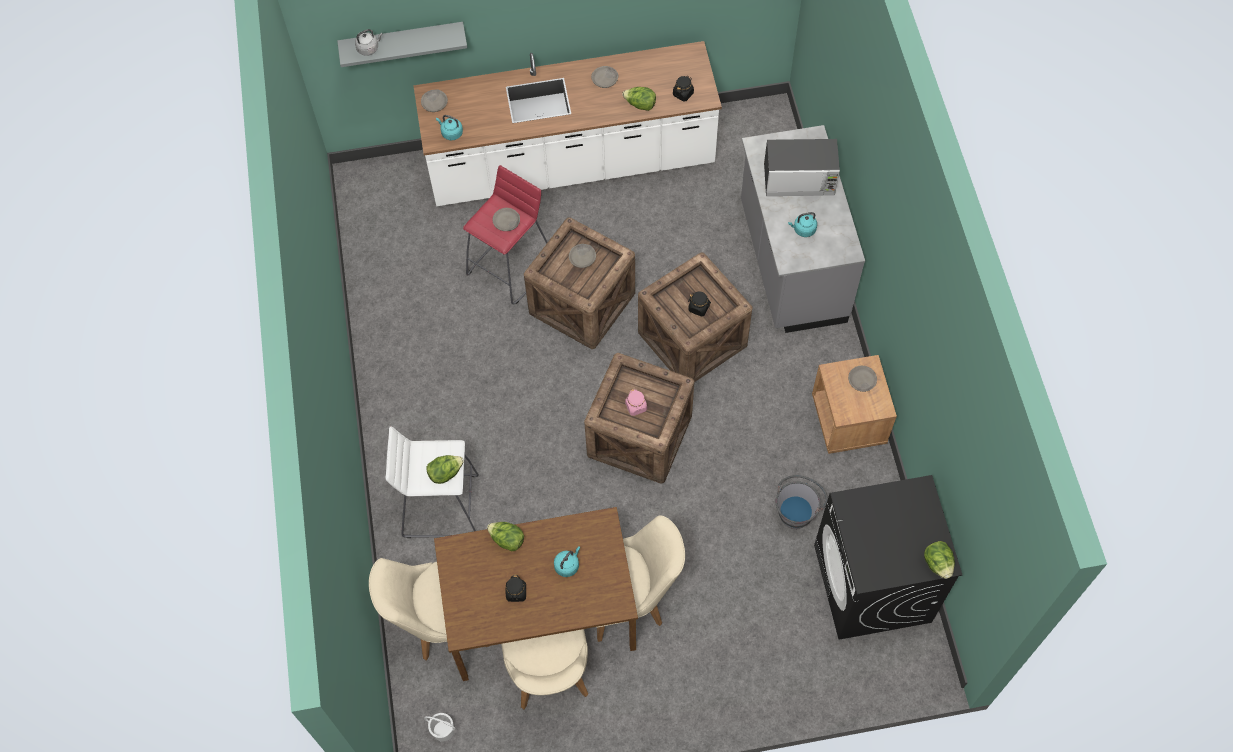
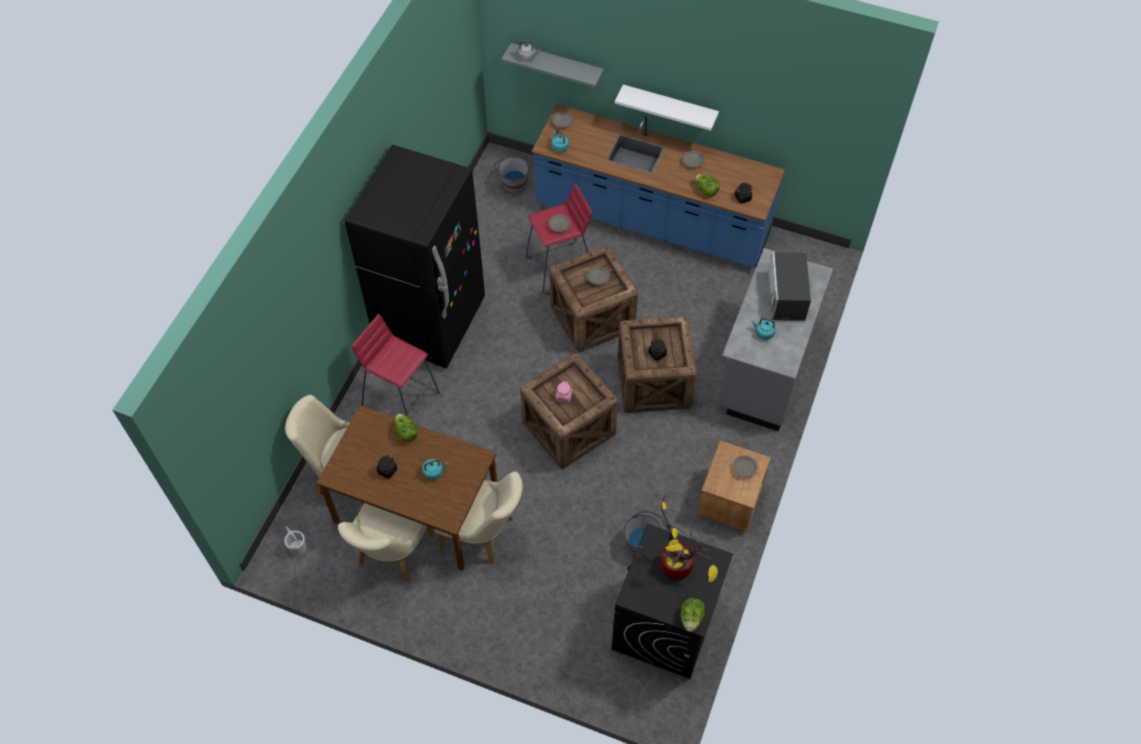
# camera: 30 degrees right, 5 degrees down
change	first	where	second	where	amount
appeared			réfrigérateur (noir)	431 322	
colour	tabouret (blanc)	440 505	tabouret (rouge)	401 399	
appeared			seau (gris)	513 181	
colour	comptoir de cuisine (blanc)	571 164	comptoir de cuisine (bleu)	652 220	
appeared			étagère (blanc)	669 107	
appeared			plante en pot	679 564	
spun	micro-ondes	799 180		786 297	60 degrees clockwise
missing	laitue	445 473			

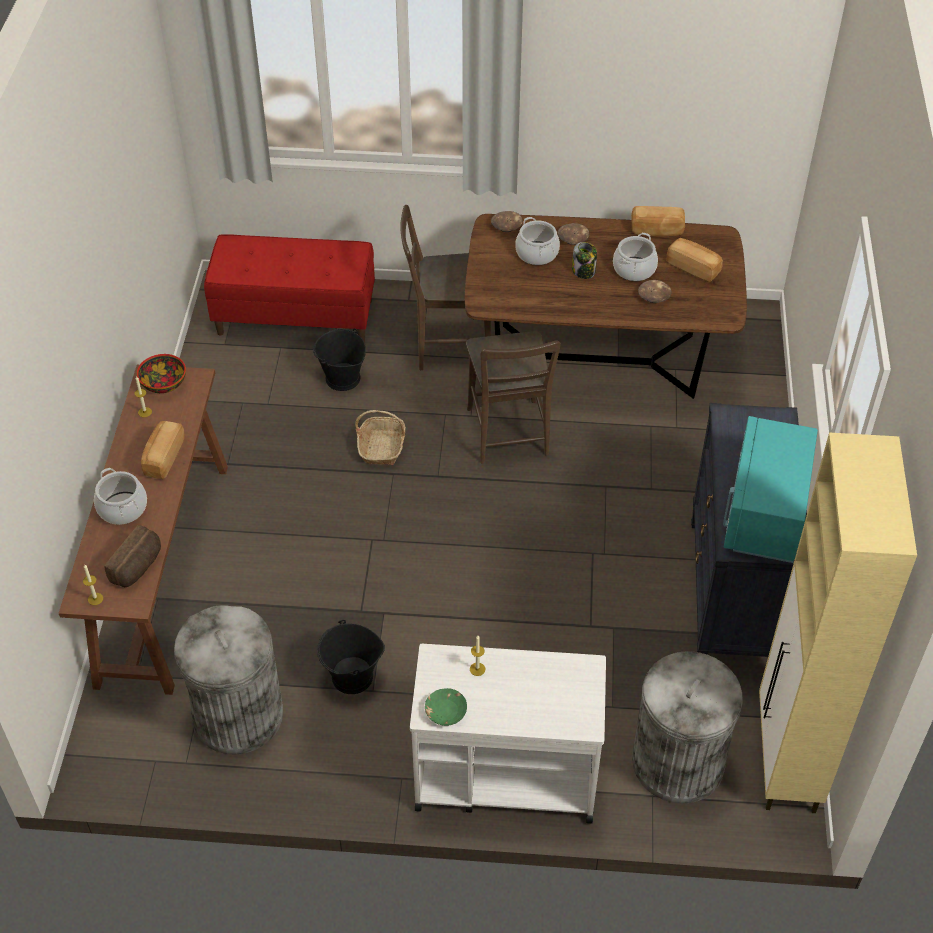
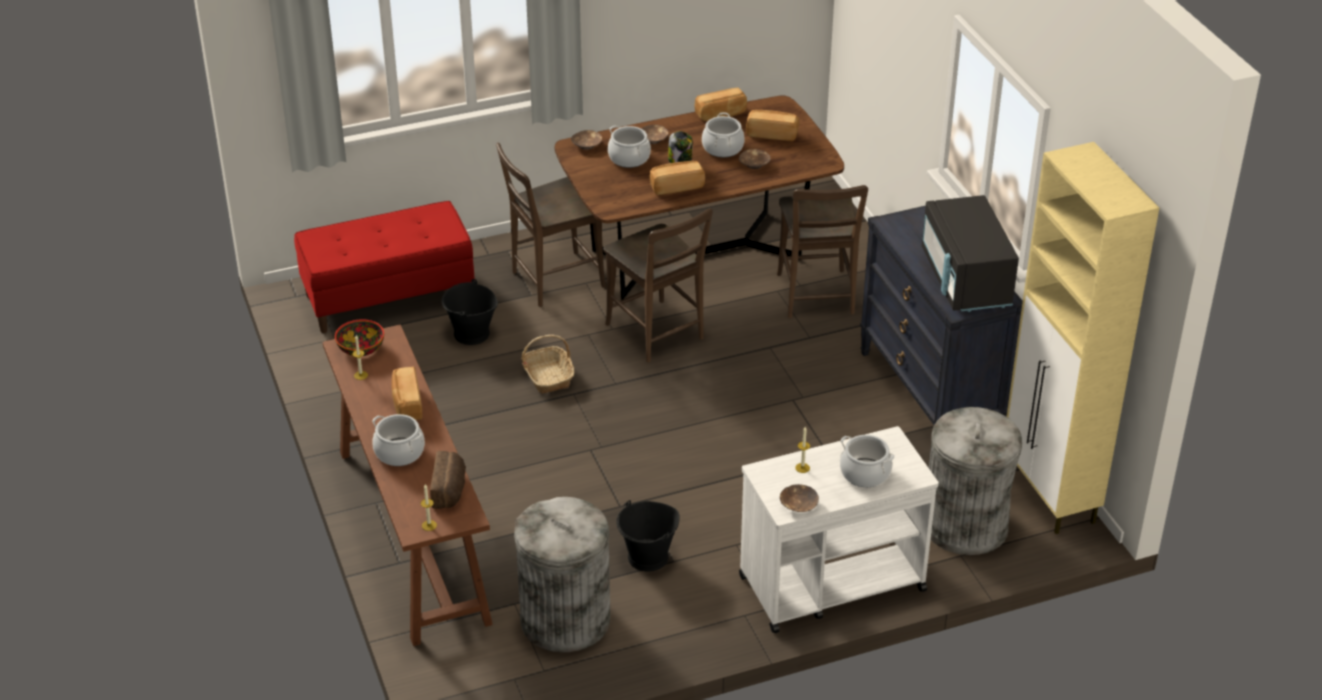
# camera: 25 degrees left, 10 degrees down
change	first	where	second	where	amount
appeared			pain	676 186	
appeared			chaise (marron)	816 297	
colour	bol (vert)	445 711	bol (marron)	798 504	
appeared			marmite	865 473	
colour	micro-ondes (turquoise)	764 513	micro-ondes (noir)	965 280	

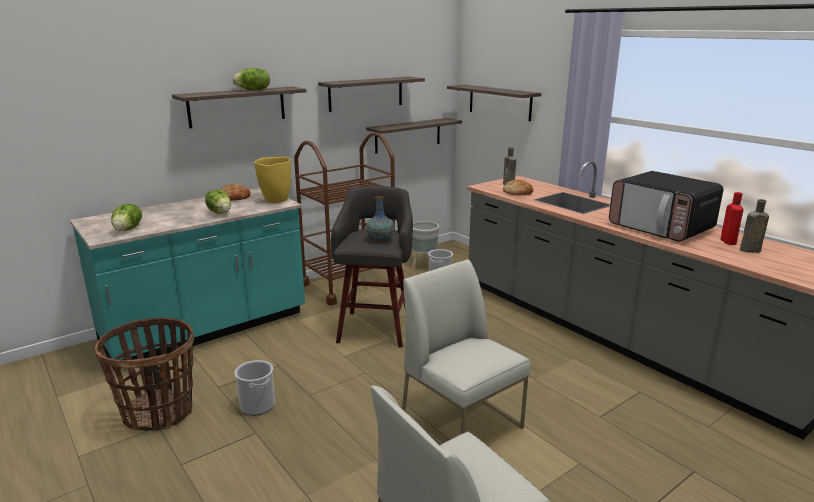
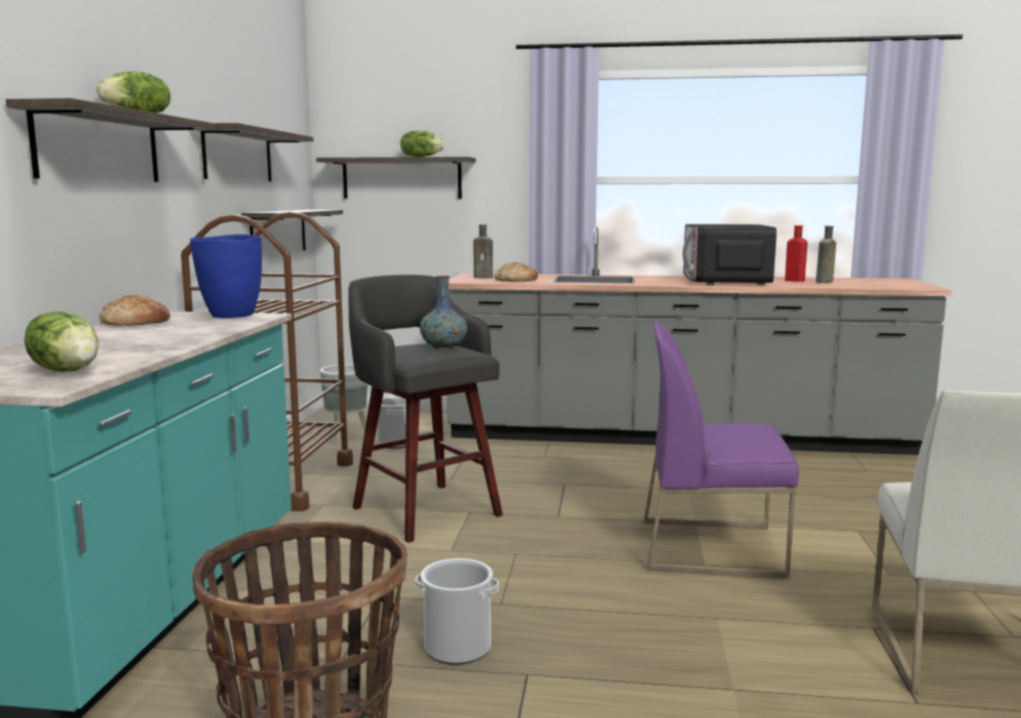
# camera: 45 degrees left, 10 degrees down
change	first	where	second	where	amount
colour	vase (jaune)	275 200	vase (bleu)	231 315	
relocated	laitue	220 212		421 157	
colour	chaise (blanc)	463 421	chaise (violet)	712 547	
spun	micro-ondes	661 228		725 281	90 degrees clockwise

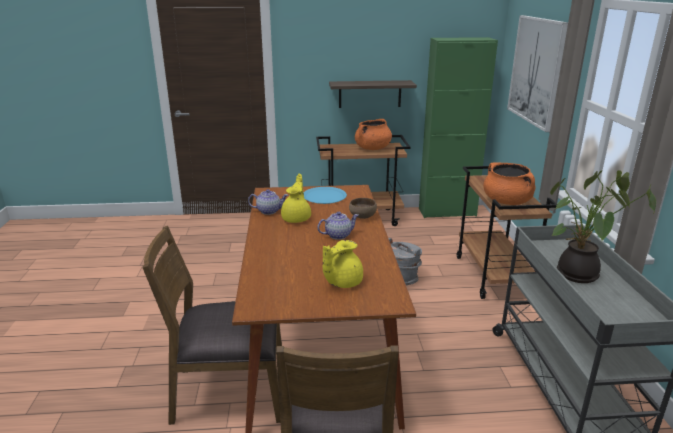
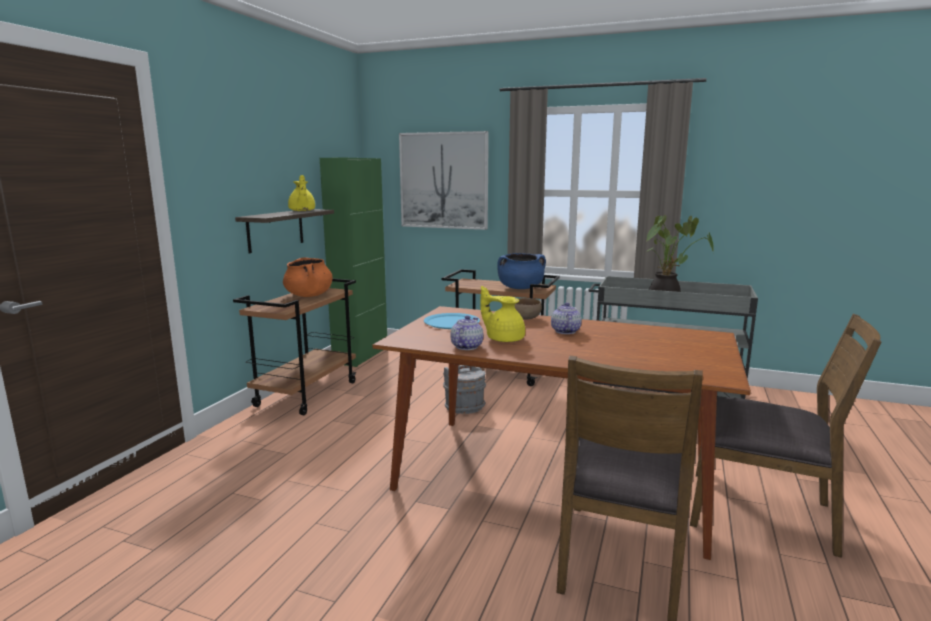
# camera: 65 degrees left, 10 degrees down
change	first	where	second	where	amount
relocated	théière (jaune)	342 282		302 211	
colour	marmite (orange)	507 201	marmite (bleu)	520 288	

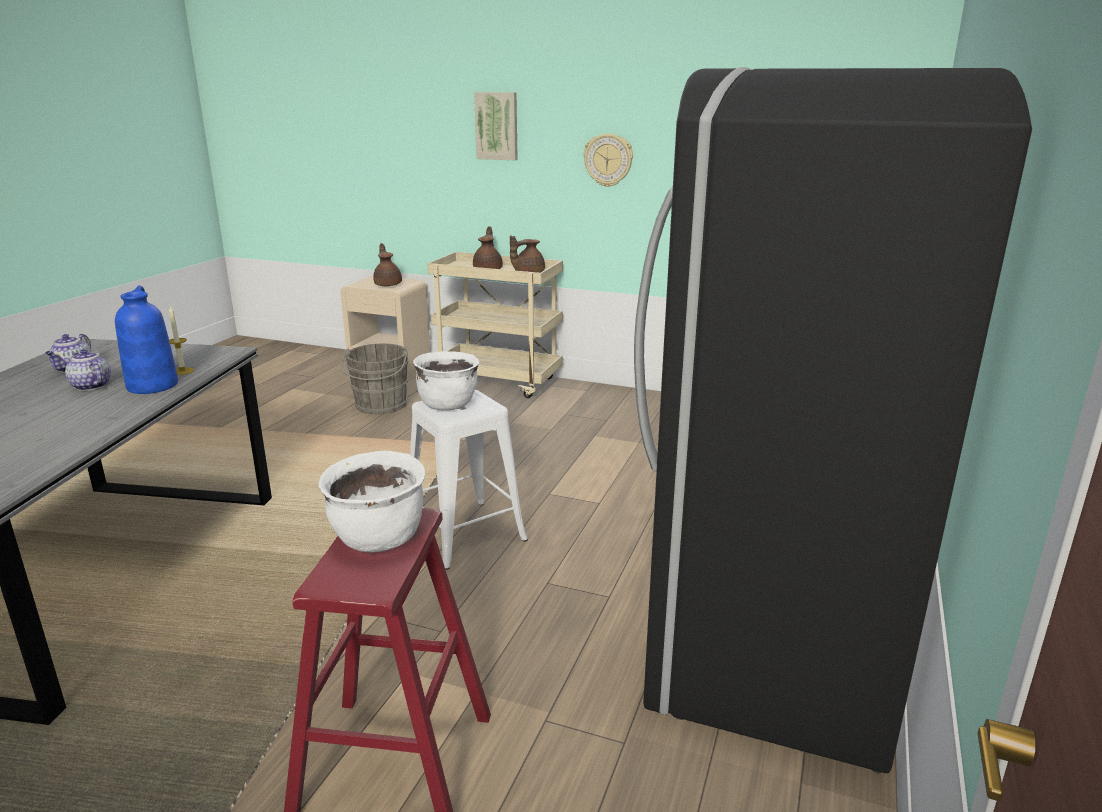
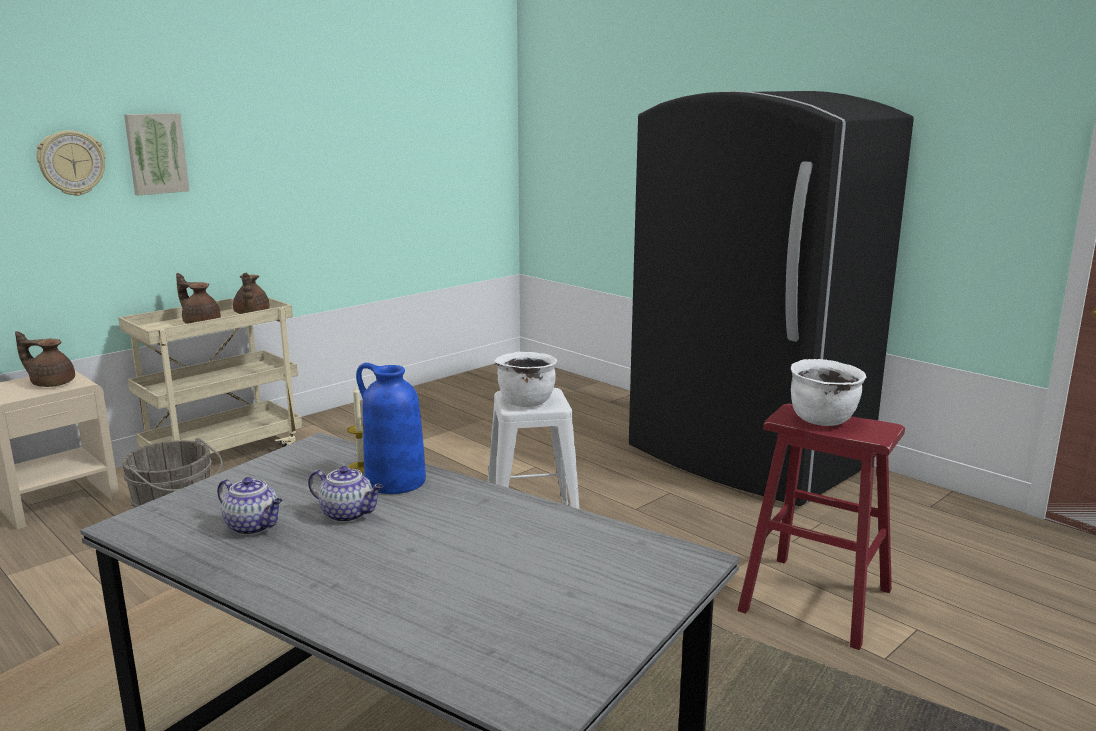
# camera: 65 degrees left, 5 degrees down
change	first	where	second	where	amount
relocated	horloge murale	608 160		71 163	
spun	théière	90 386		348 514	135 degrees counterclockwise

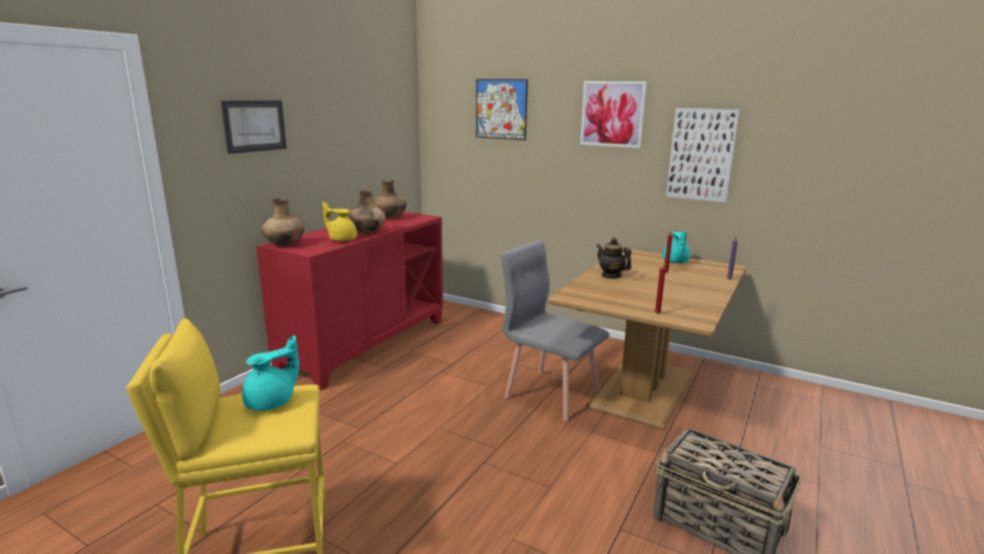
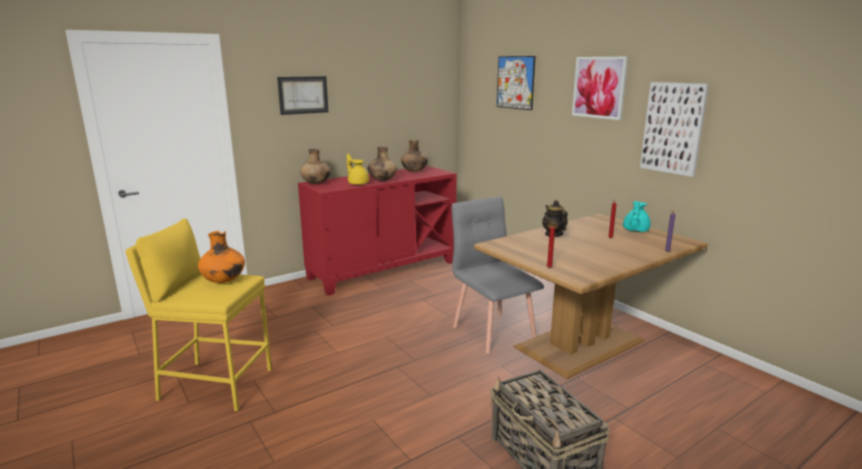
# camera: 25 degrees right, 0 degrees up
change	first	where	second	where	amount
exchanged	théière (turquoise)	272 402	vase (orange)	224 281	

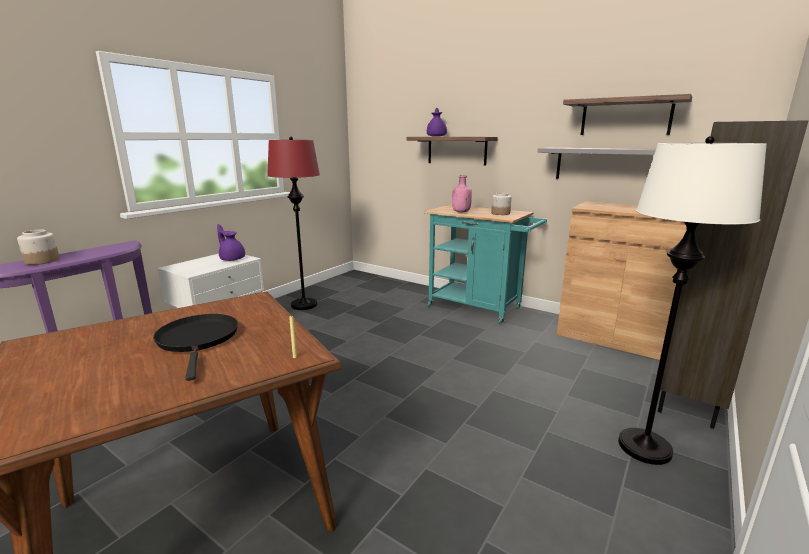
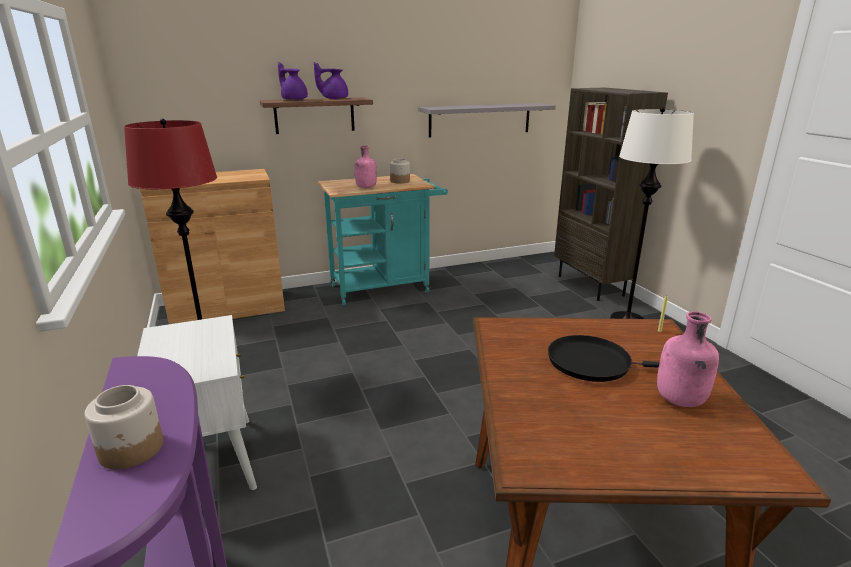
# camera: 55 degrees left, 5 degrees up
change	first	where	second	where	amount
relocated	meuble de rangement (marron)	616 338		228 308	
relocated	théière (violet)	232 259		334 99	
appeared			bouteille (rose)	680 400	
missing	étagère	625 117			

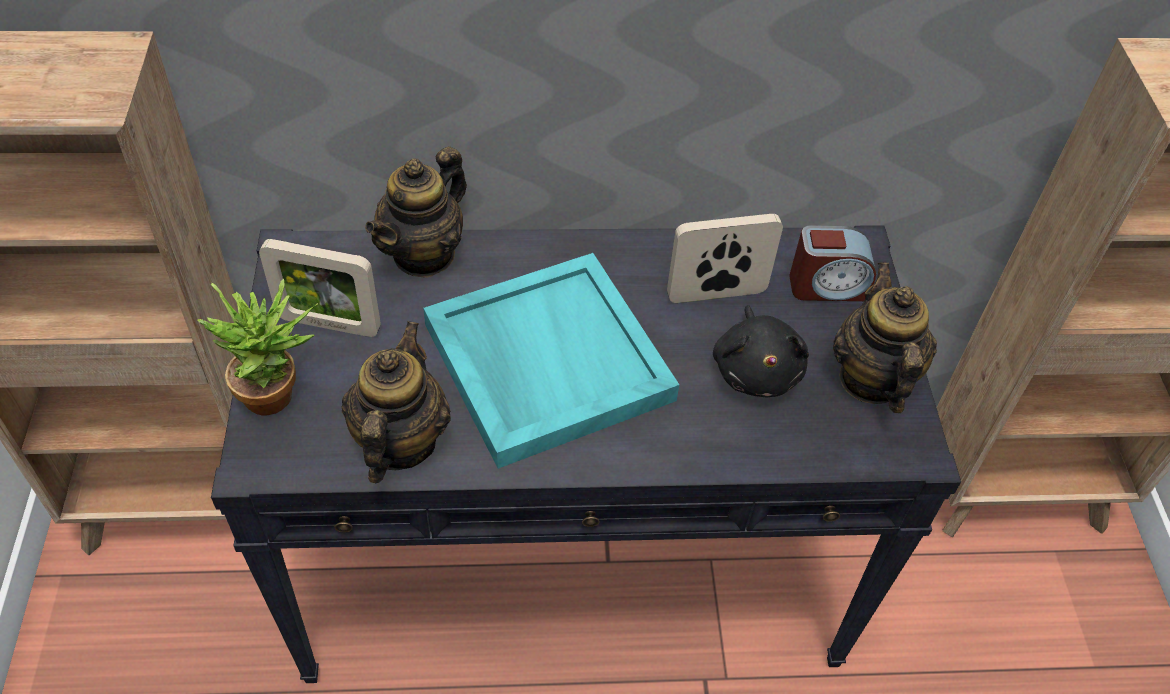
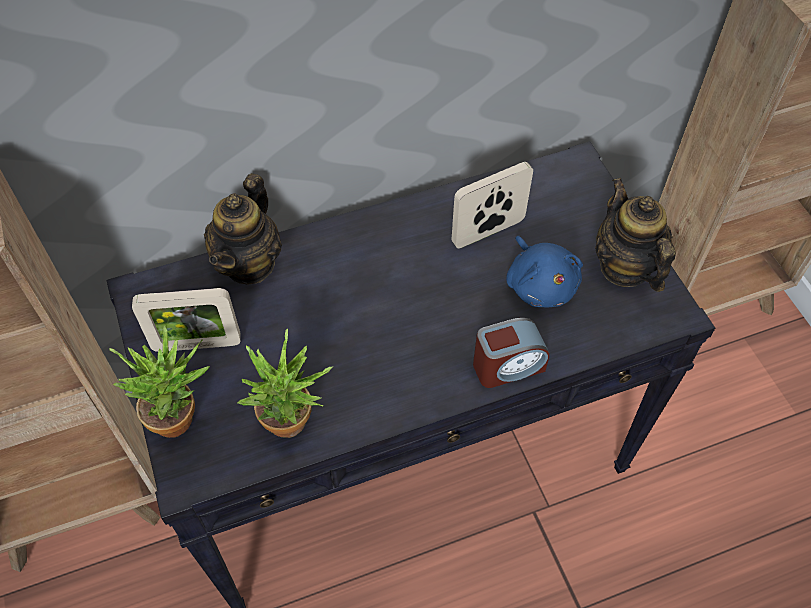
# camera: 15 degrees left, 5 degrees up
change	first	where	second	where	amount
exchanged	théière	399 442	plante en pot	293 425	
relocated	réveil	827 286		508 366	
colour	peluche (noir)	756 370	peluche (bleu)	540 284	
missing	plateau (turquoise)	545 361			

